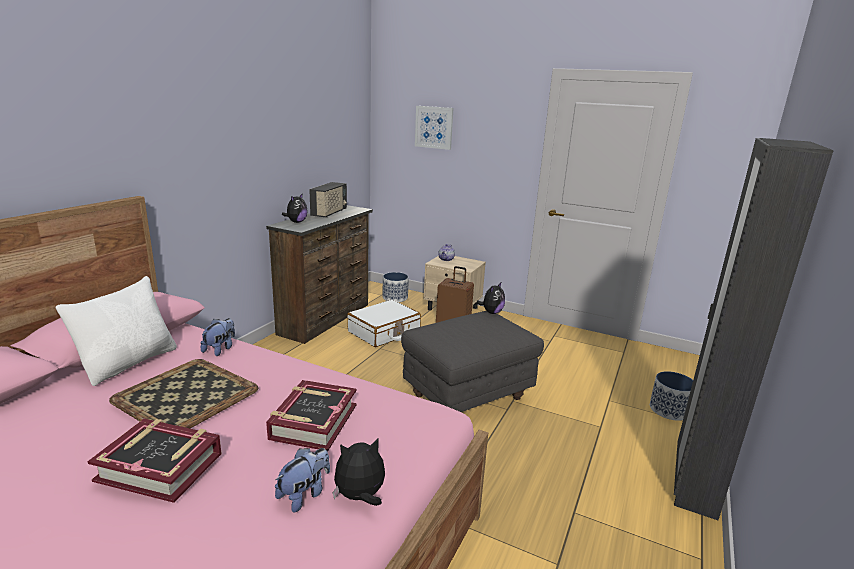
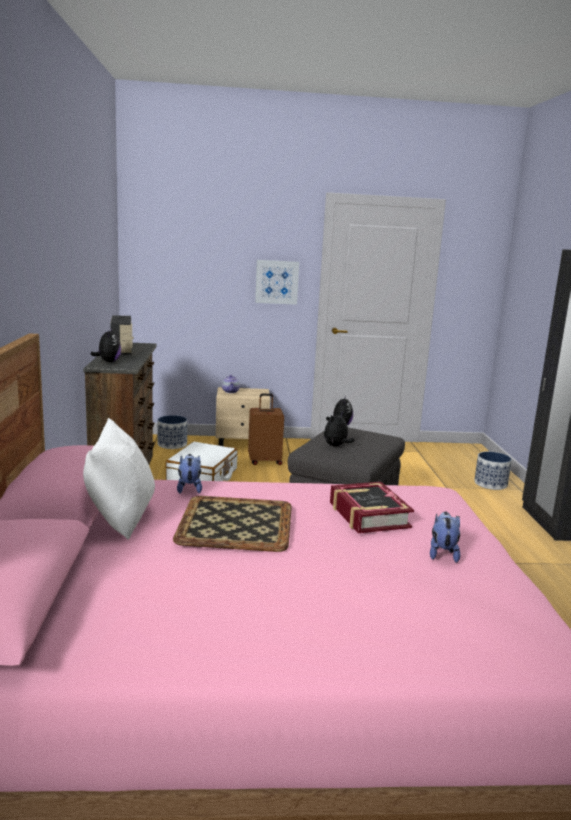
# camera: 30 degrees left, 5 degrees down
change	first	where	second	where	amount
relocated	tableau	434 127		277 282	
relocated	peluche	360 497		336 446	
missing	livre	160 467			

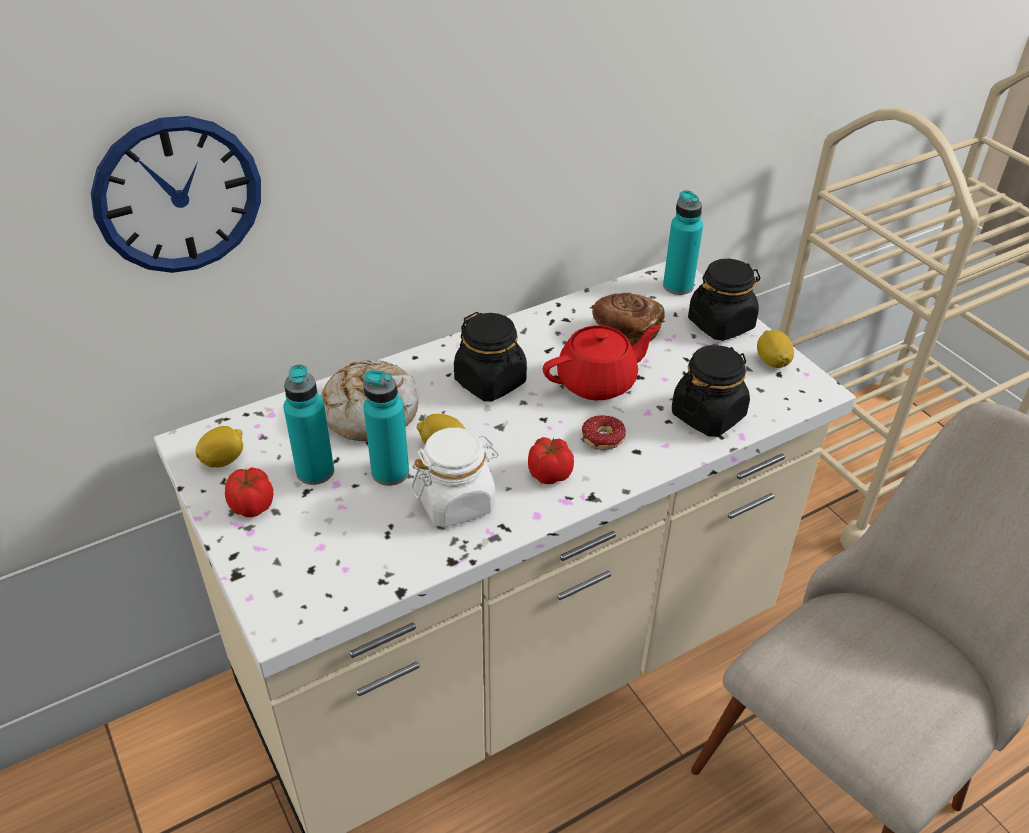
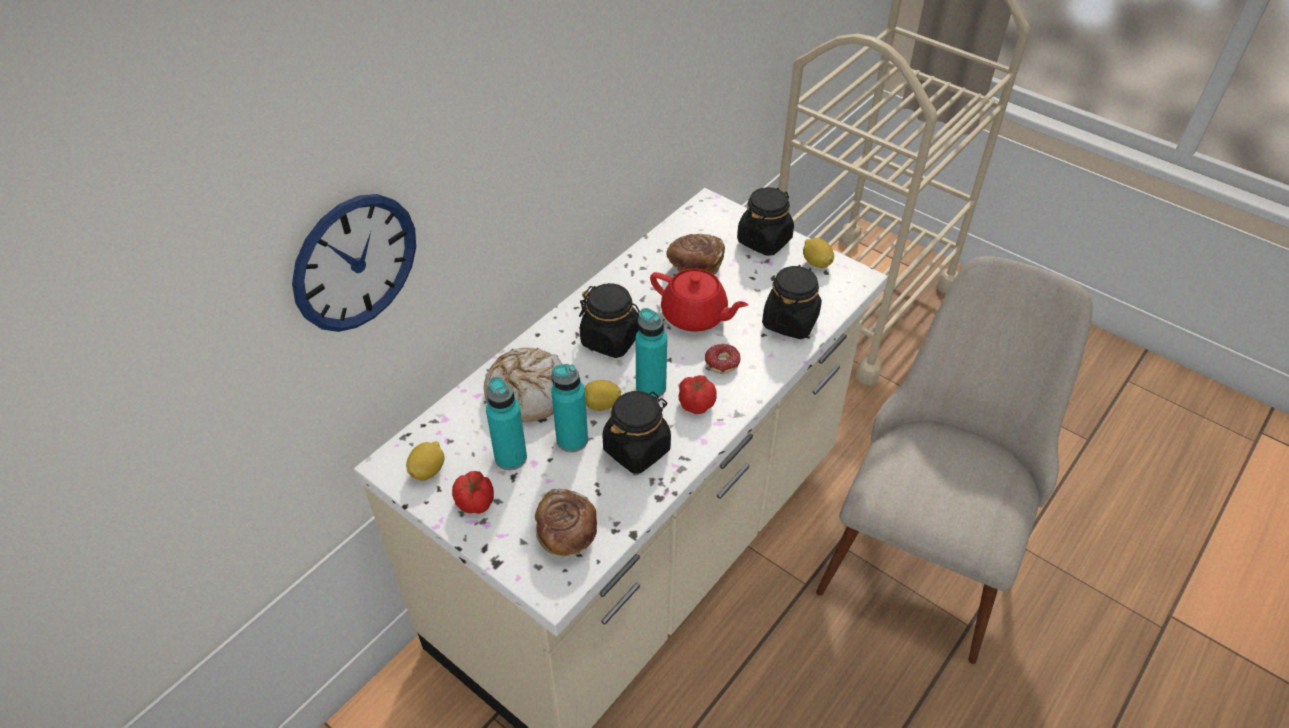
# camera: 20 degrees left, 5 degrees up
change	first	where	second	where	amount
appeared			pain	567 535	
colour	bocal (blanc)	456 501	bocal (noir)	637 449	
relocated	bouteille (turquoise)	678 286		651 387	
spun	théière (rouge)	598 382		695 316	75 degrees clockwise

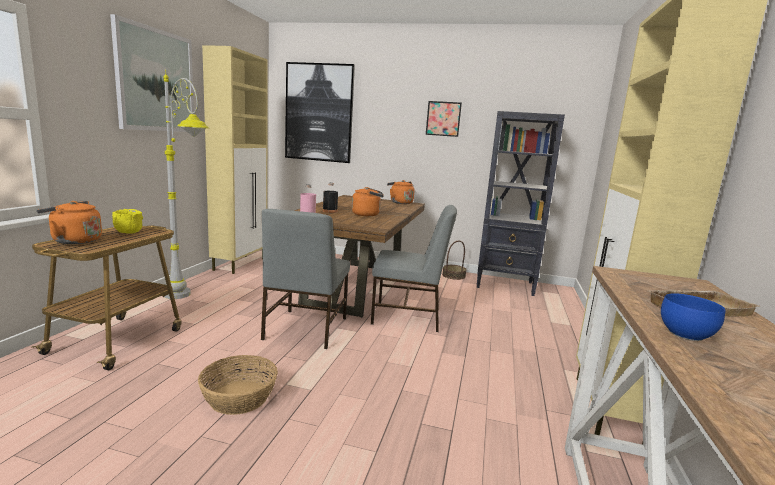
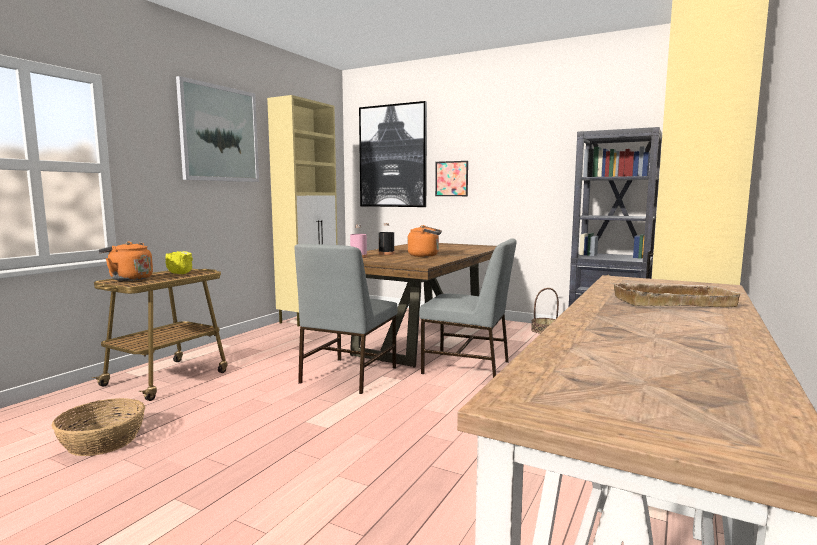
# camera: 15 degrees right, 5 degrees down
change	first	where	second	where	amount
relocated	panier	239 397		103 441	
relocated	tableau	443 118		451 178	
missing	lampadaire (gris)	188 300			
missing	bouilloire (orange)	400 202			
missing	bol (bleu)	685 334			

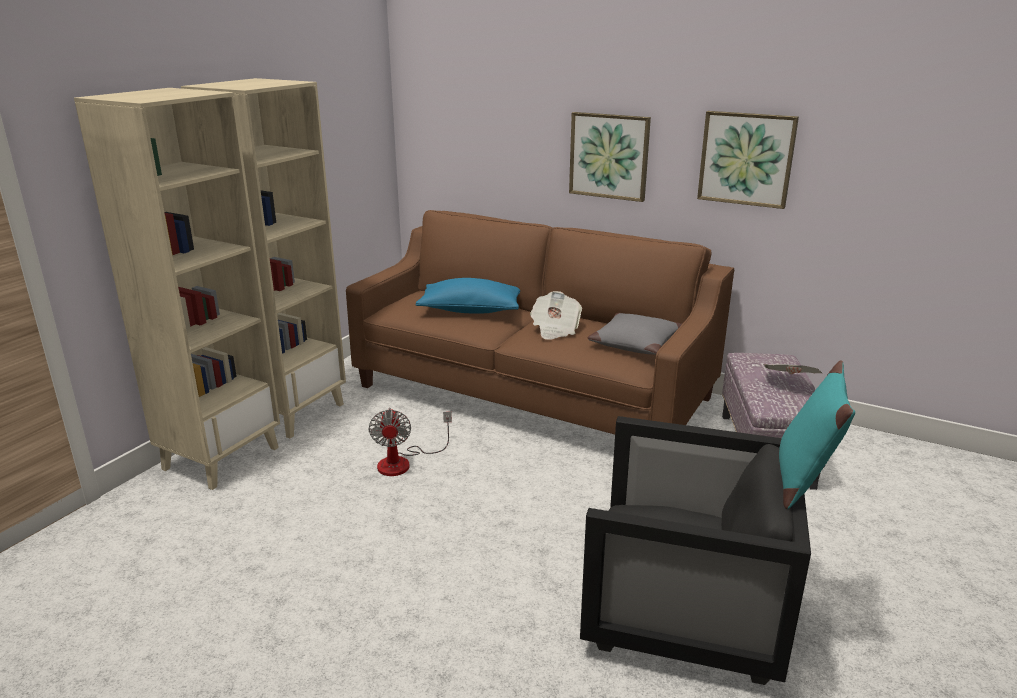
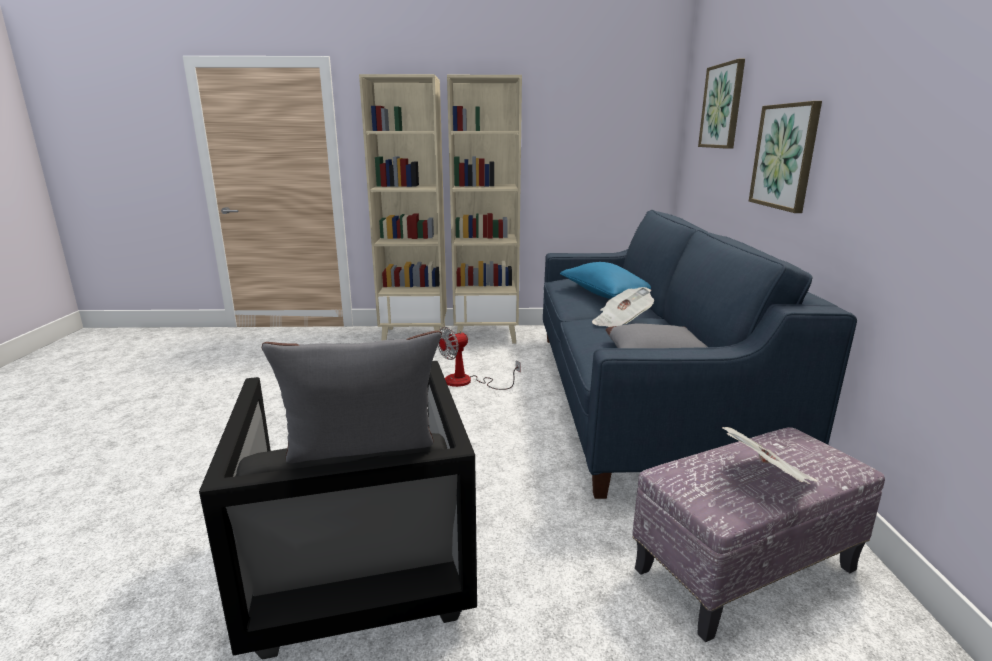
# camera: 60 degrees right, 5 degrees down
change	first	where	second	where	amount
colour	coussin (turquoise)	803 479	coussin (gris)	365 466	
colour	canapé (marron)	533 392	canapé (bleu)	640 397	
relocated	tableau	746 159		722 106	

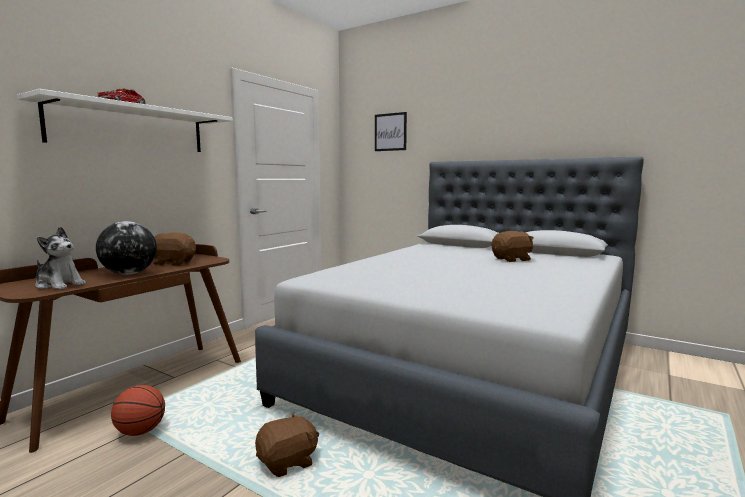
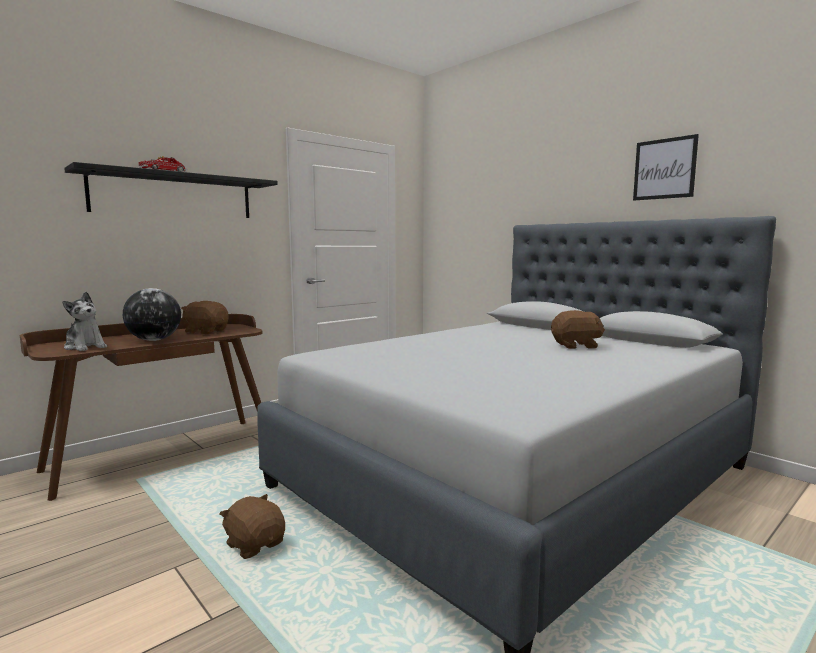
# camera: 15 degrees right, 0 degrees up
change	first	where	second	where	amount
colour	étagère (blanc)	131 128	étagère (noir)	174 196	
spun	peluche (marron)	287 462		255 544	120 degrees counterclockwise
relocated	tableau	390 132		664 169	
missing	ballon de basket	140 432			

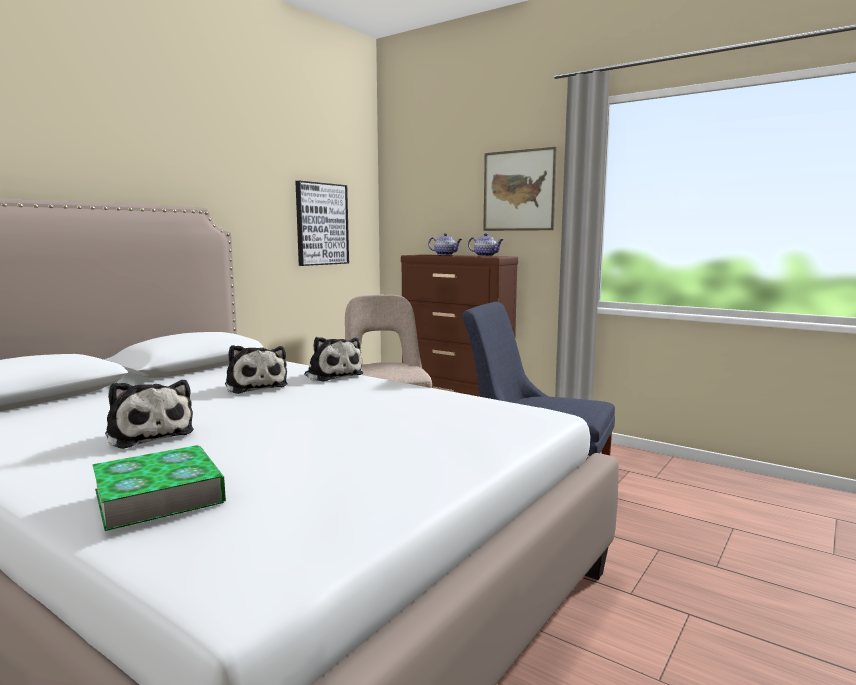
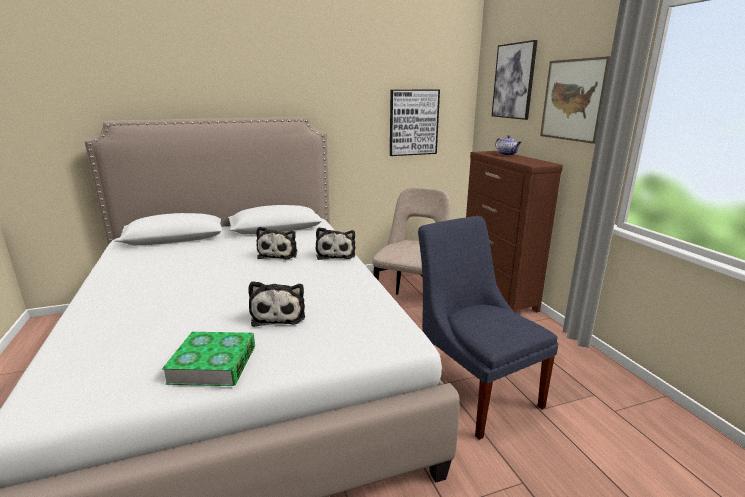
# camera: 35 degrees right, 10 degrees up
change	first	where	second	where	amount
relocated	livre	159 496		213 364	
relocated	peluche	149 434		279 314	
appeared			tableau	514 81	
missing	théière	486 256			

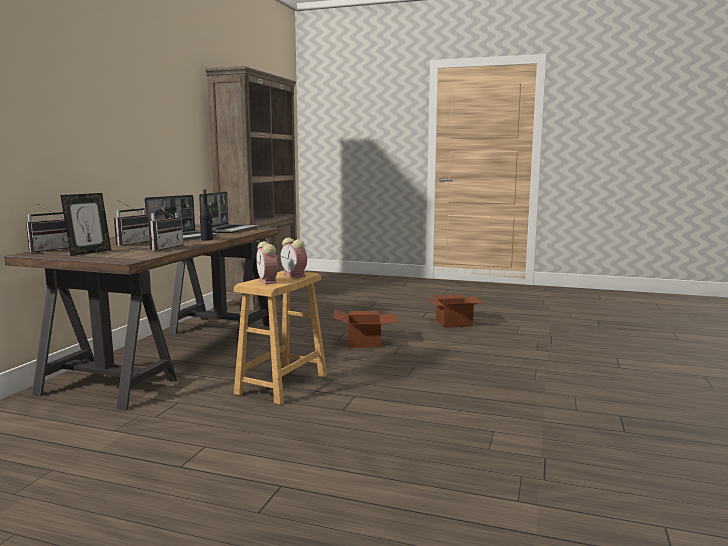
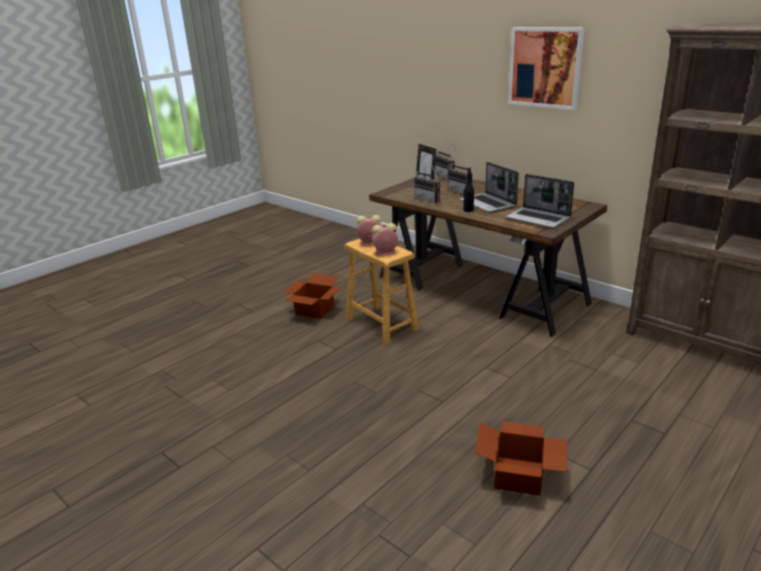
# camera: 115 degrees right, 15 degrees up
change	first	where	second	where	amount
relocated	carton	365 342		313 310	
appeared			tableau	545 67	

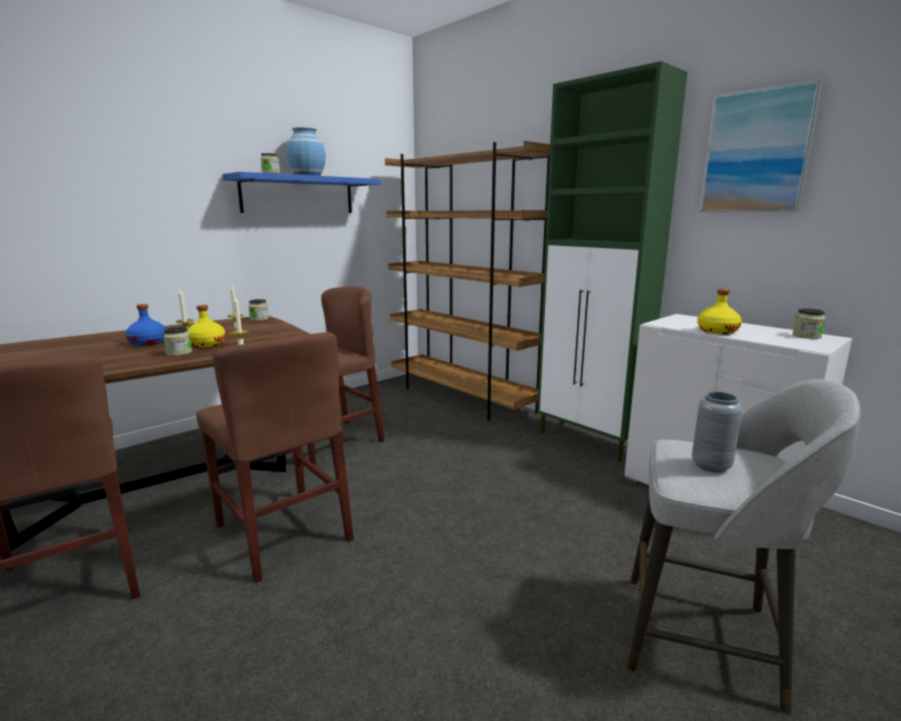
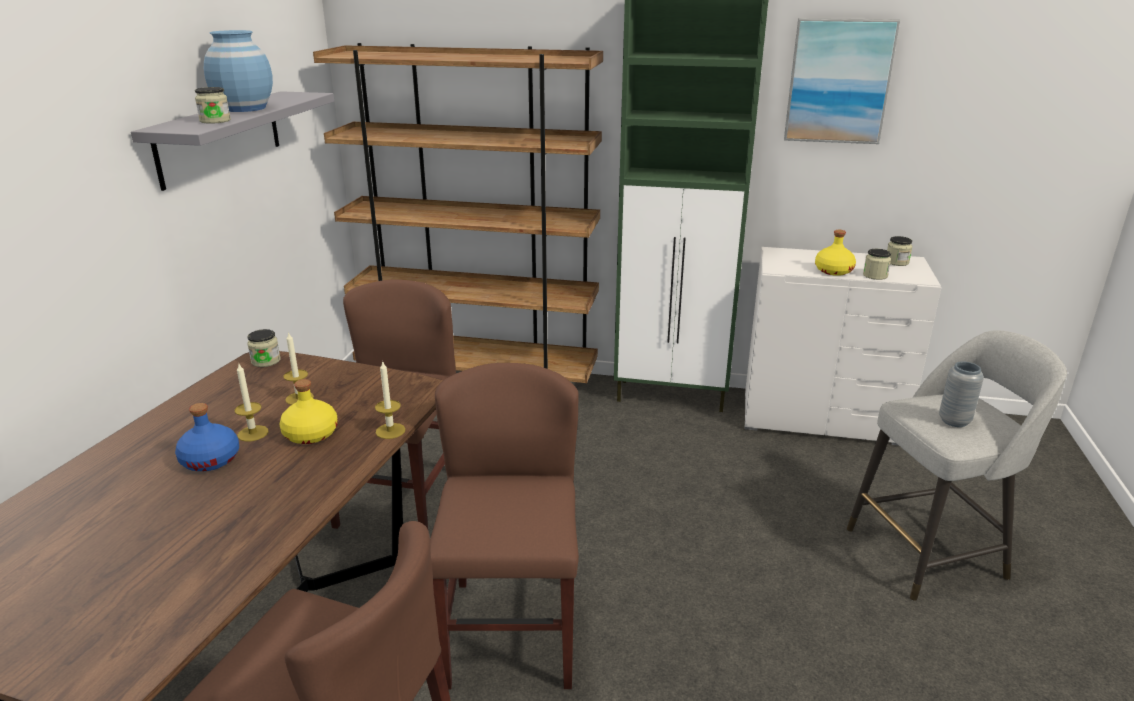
# camera: 35 degrees left, 10 degrees up
change	first	where	second	where	amount
colour	étagère (bleu)	298 195	étagère (gris)	220 137	
spun	chaise (marron)	282 532		512 632	105 degrees counterclockwise
relocated	bocal	179 353		875 275	

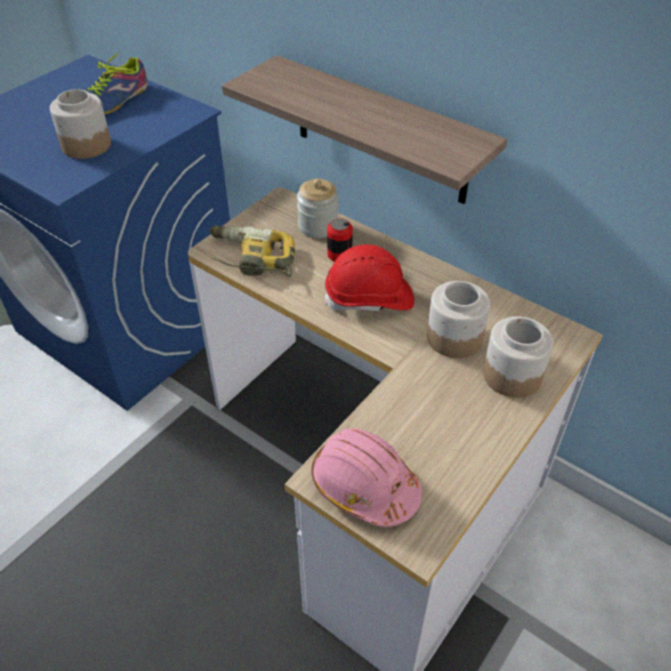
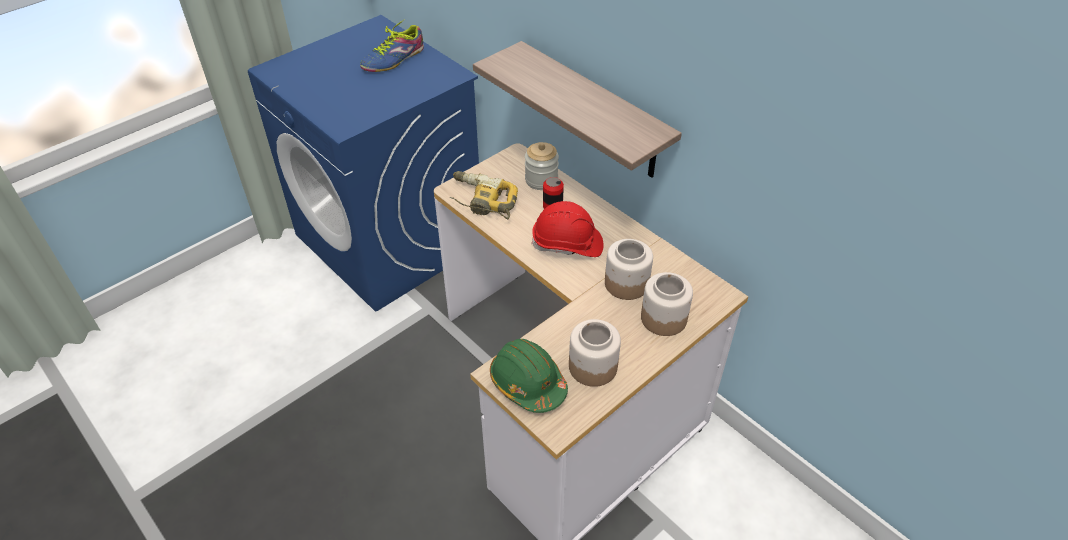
# camera: 10 degrees right, 0 degrees up
change	first	where	second	where	amount
colour	casque de chantier (rose)	364 486	casque de chantier (vert)	527 383	
relocated	bocal	86 145		592 366	

